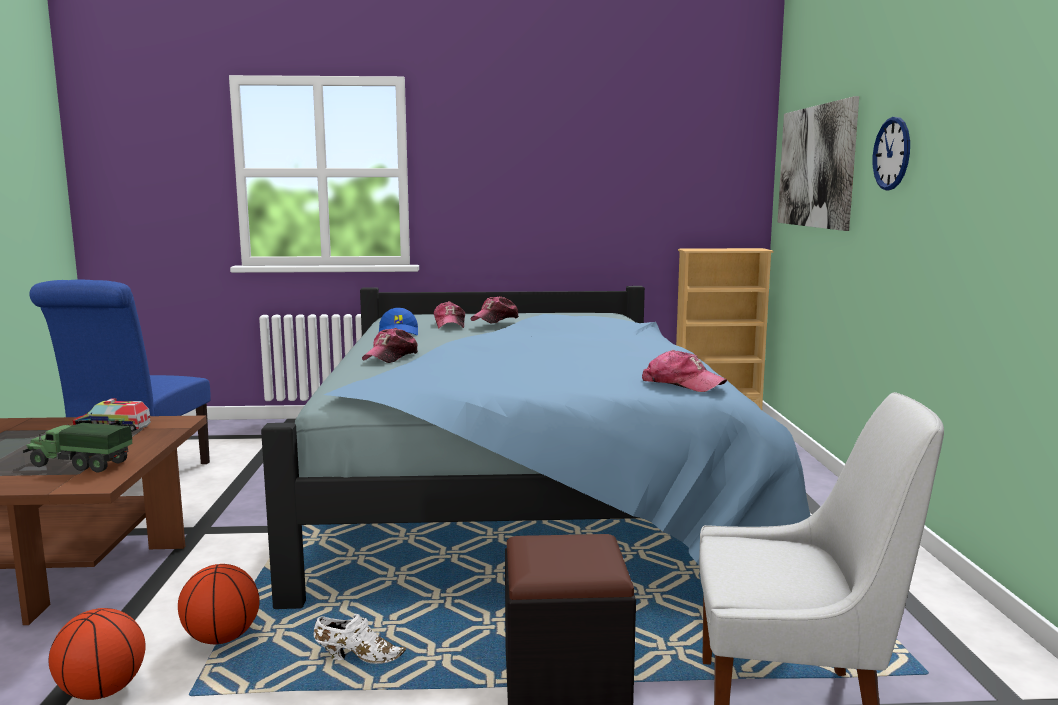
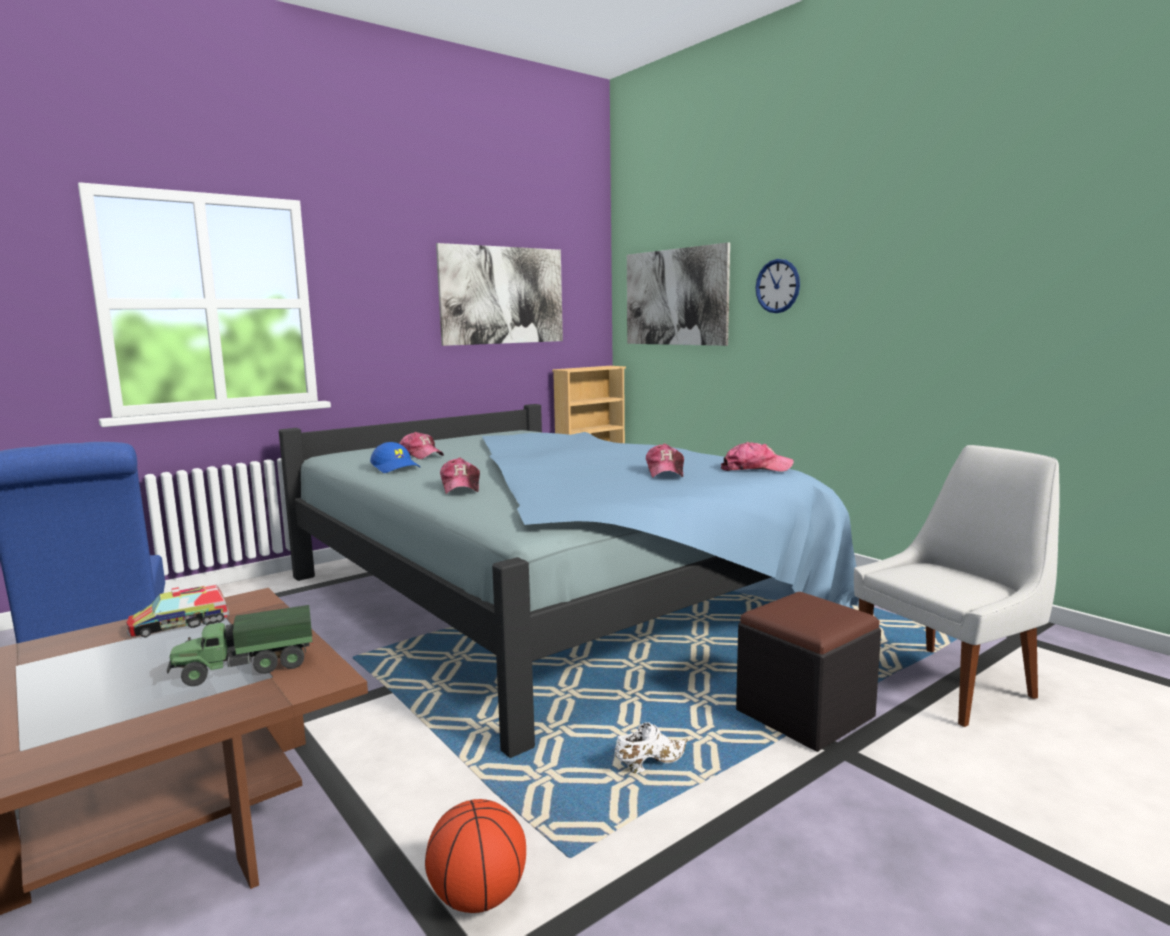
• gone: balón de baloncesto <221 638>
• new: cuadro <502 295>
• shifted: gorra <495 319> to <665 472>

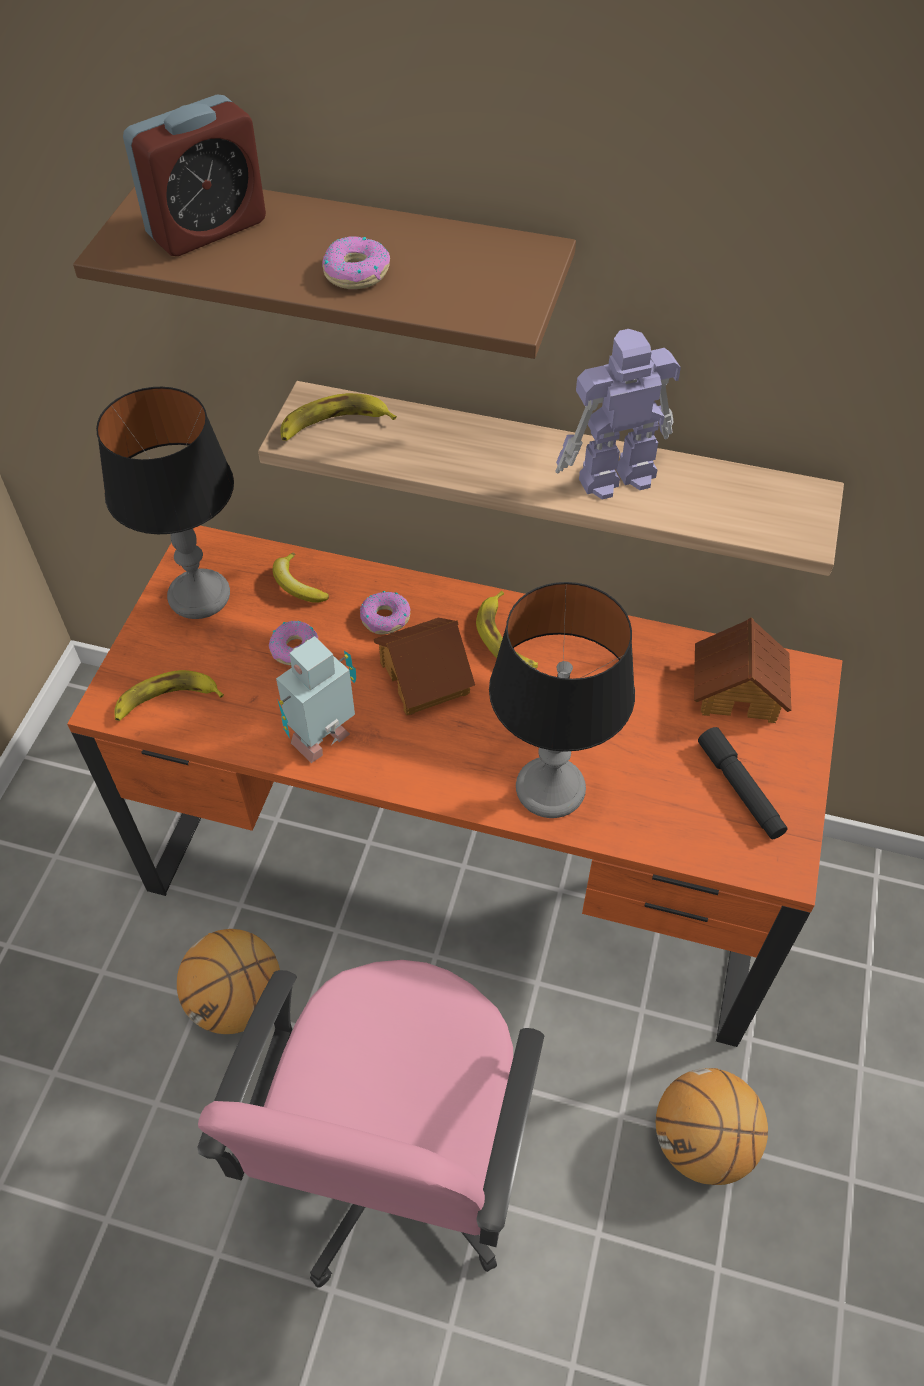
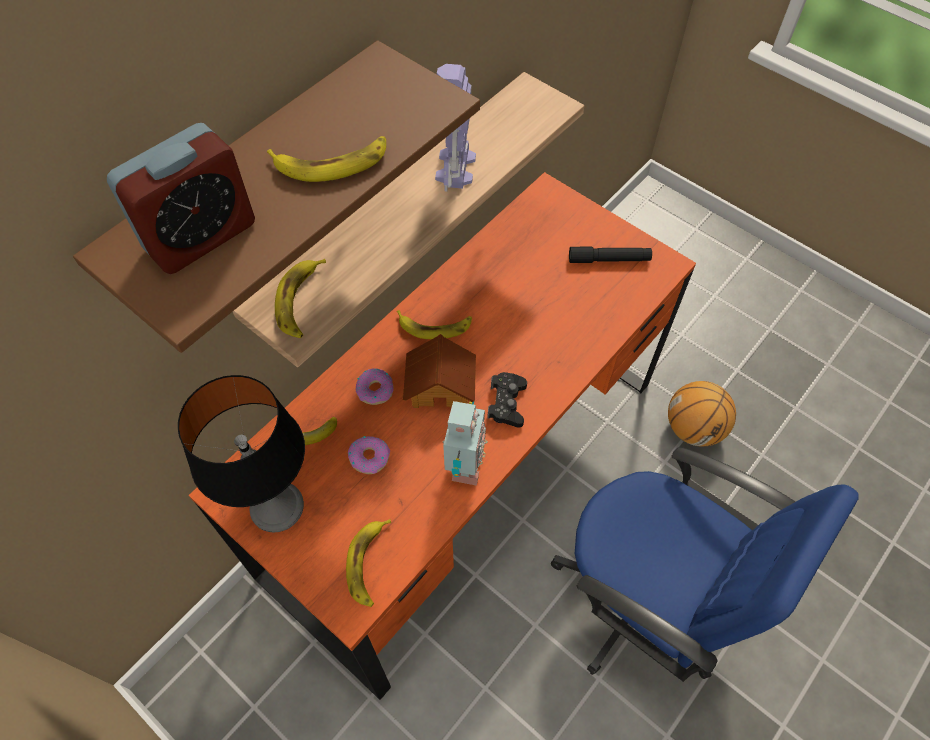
• gone: balón de baloncesto <237 1000>
• gone: lámpara de mesa <550 789>
• gone: casita <738 690>
• new: mando de consola/negro <507 403>
• swapped: rosquilla <356 272> to plátano <332 163>
• repainted: silla de oficina/rosa <394 1157> to silla de oficina/azul <644 599>
• rotated: despertador <207 228> = <201 236> 60 degrees clockwise
• rotated: robot de juguete <325 741> = <463 467> 150 degrees counterclockwise

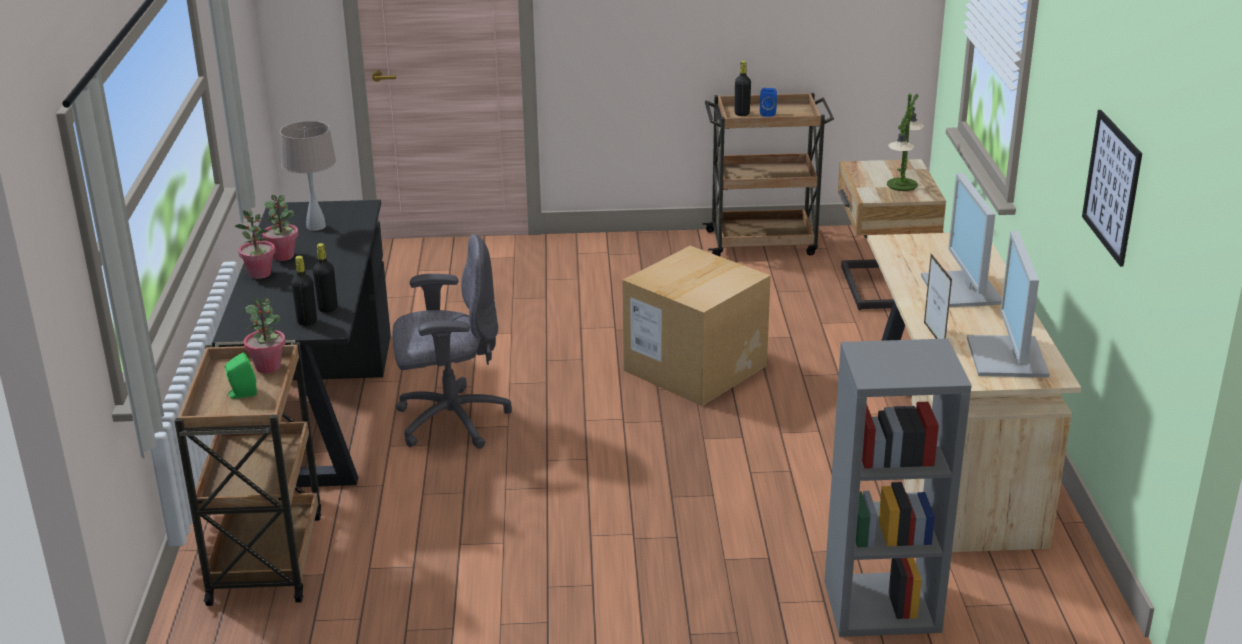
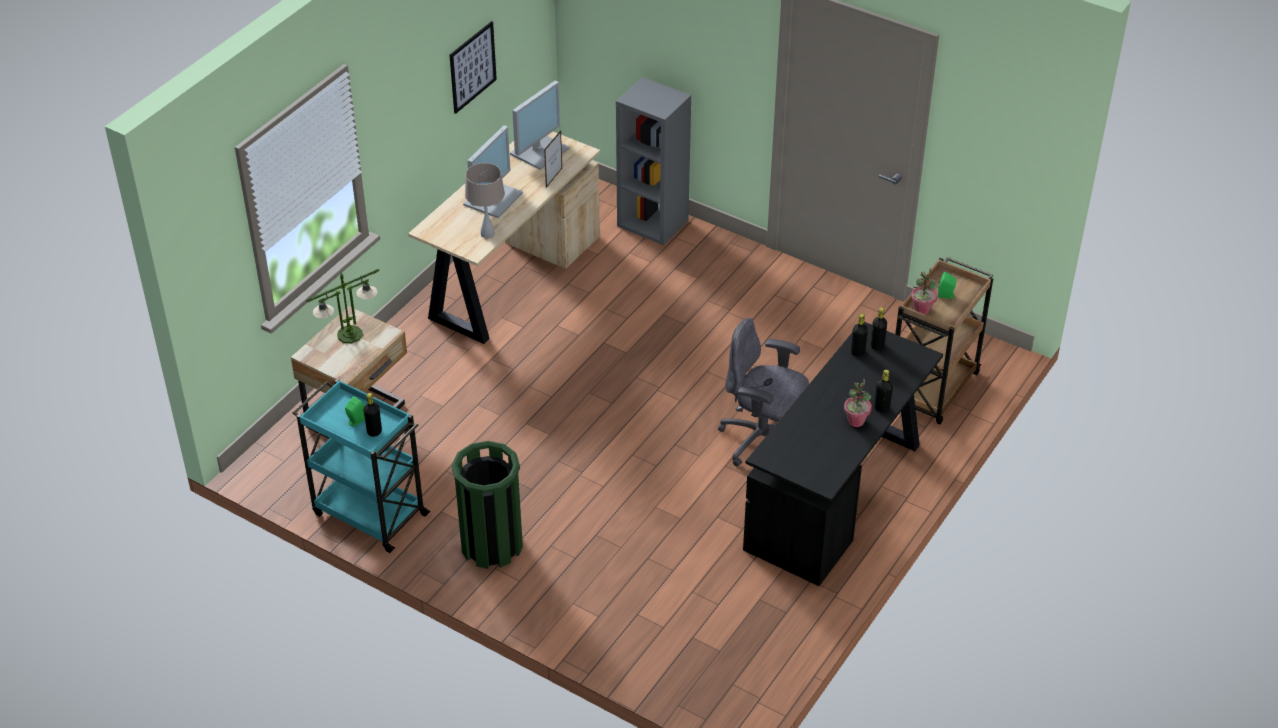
• gone: caja de cartón <695 368>
• new: papelera/verde <491 545>
• shifted: lámpara de mesa/beis <316 226> to <487 233>
• swapped: planta en maceta <260 274> to botella/negro <881 408>
• repainted: carrito/marrón <763 242> to carrito/turquesa <368 513>
• repainted: altavoz/azul <767 113> to altavoz/verde <356 421>

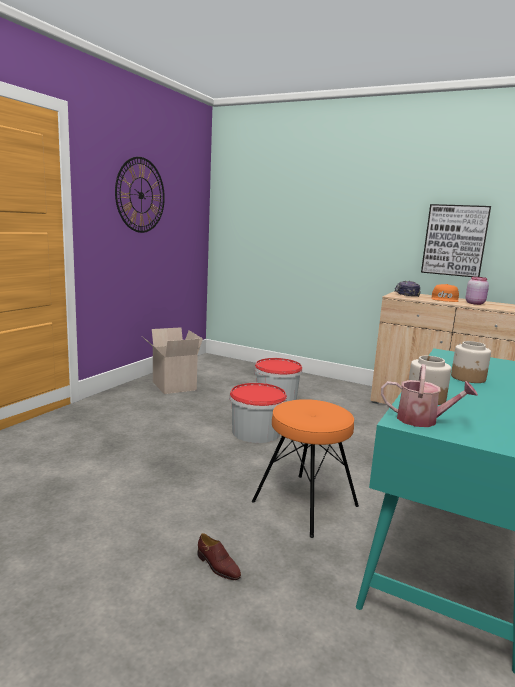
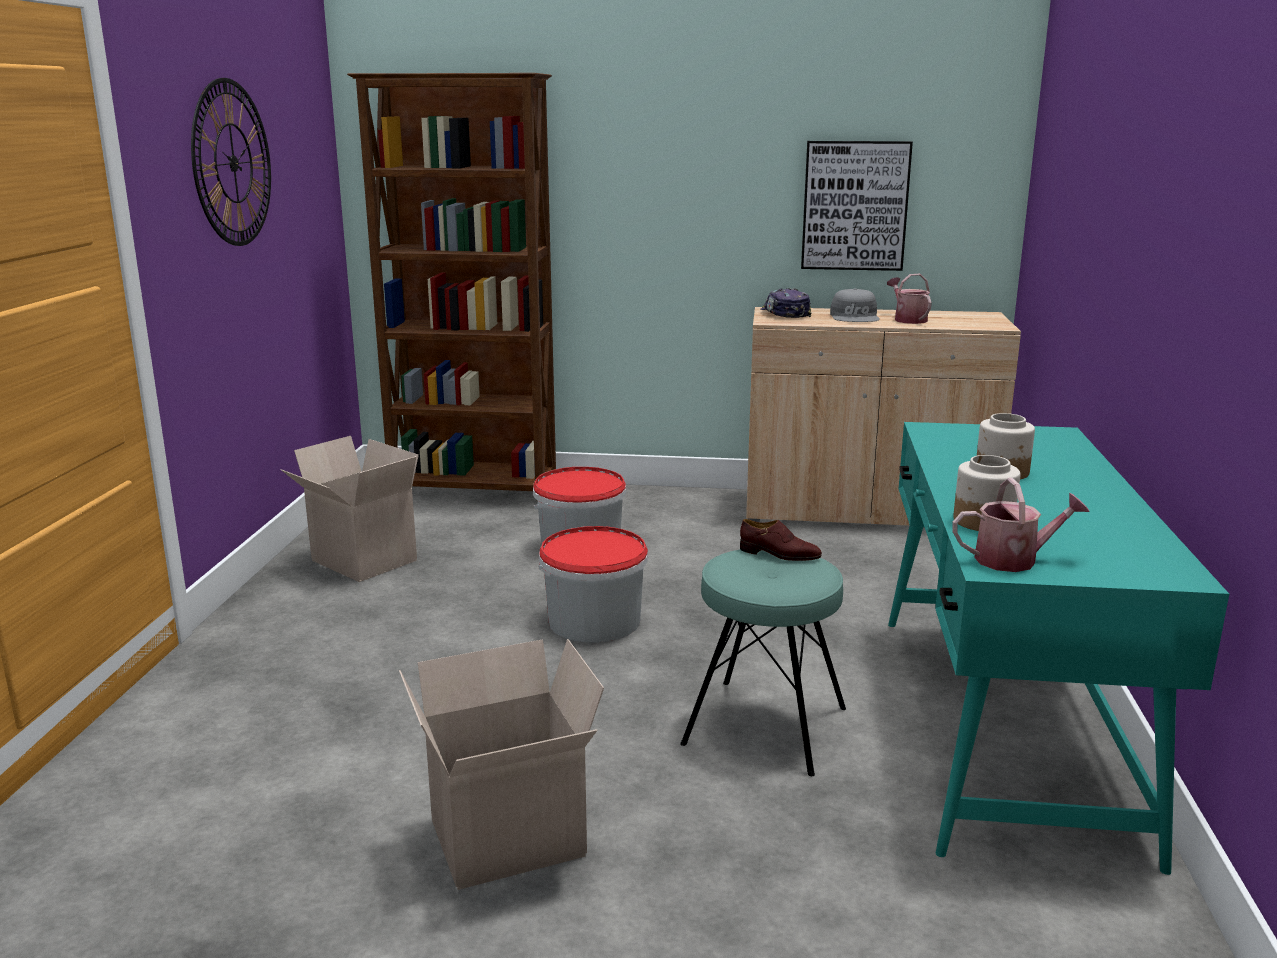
• new: estantería/marrón <475 491>
• new: caja de cartón <506 842>
• shifted: zapato/marrón <218 566> to <779 554>
• swapped: tarro/rosa <475 303> to regadera <908 319>
• repainted: taburete/naranja <305 504> to taburete/turquesa <766 726>
• repainted: gorra/naranja <445 299> to gorra/gris <855 317>

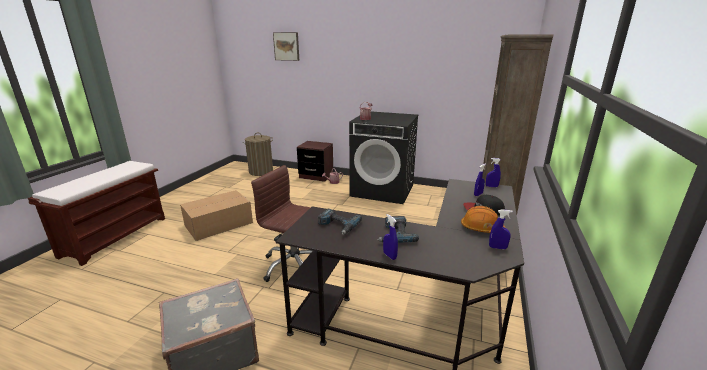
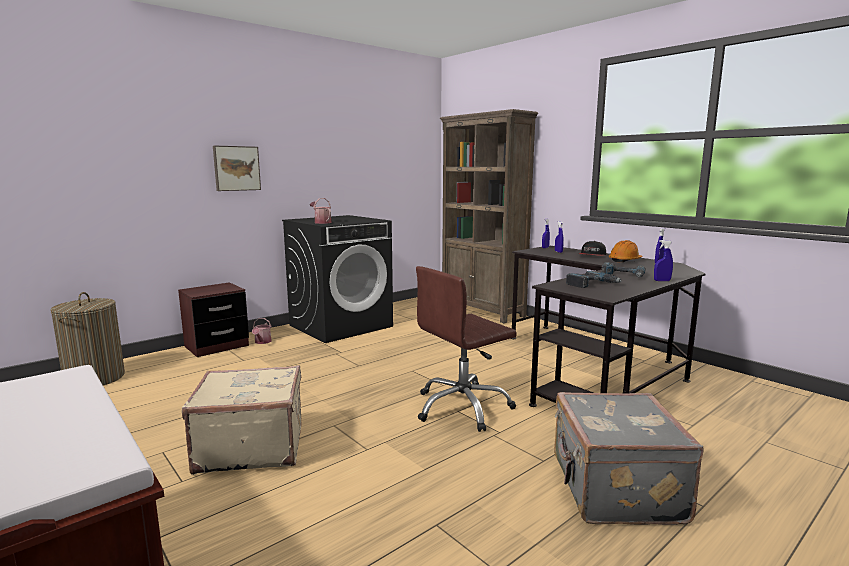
• shifted: cuadro <287 46> to <236 168>
• swapped: caja de cartón <218 224> to maleta/beis <251 447>

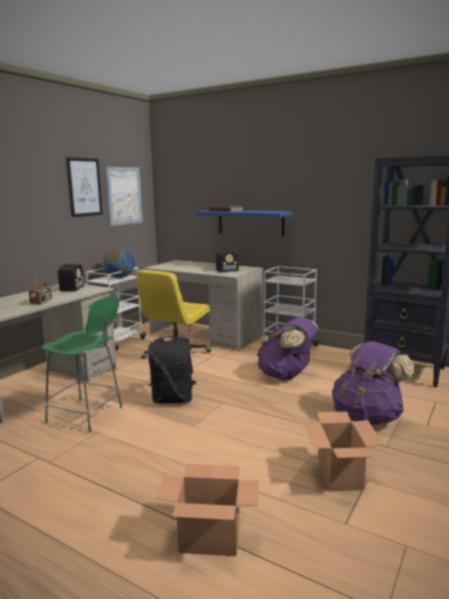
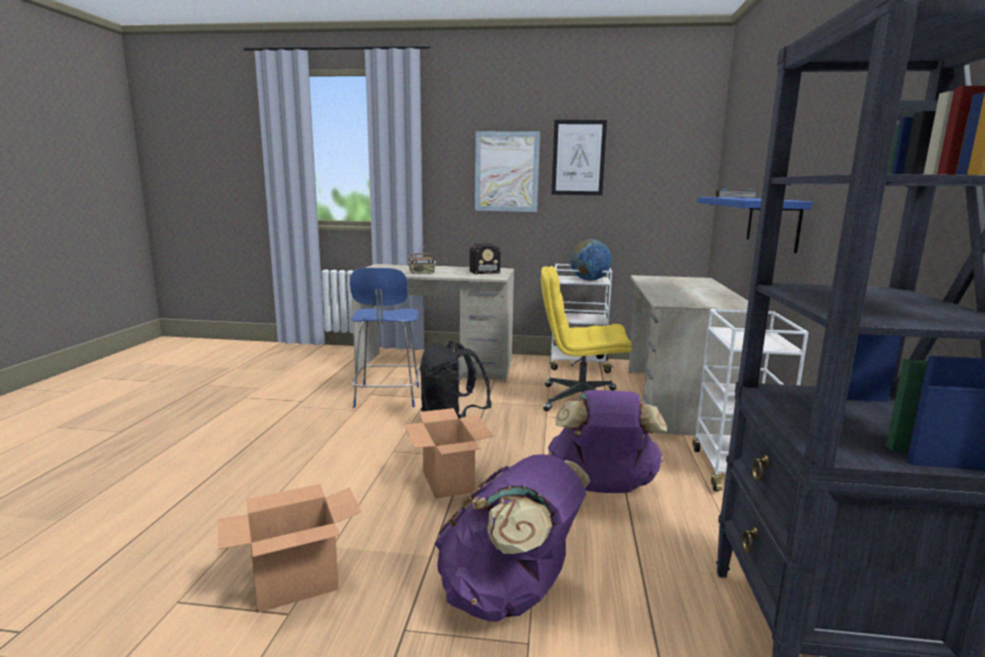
• gone: radio <219 271>
• shifted: cuadro <124 196> to <506 172>
• shifted: caja de cartón <210 539> to <448 482>
• repainted: taburete/verde <87 415> to taburete/azul <387 397>

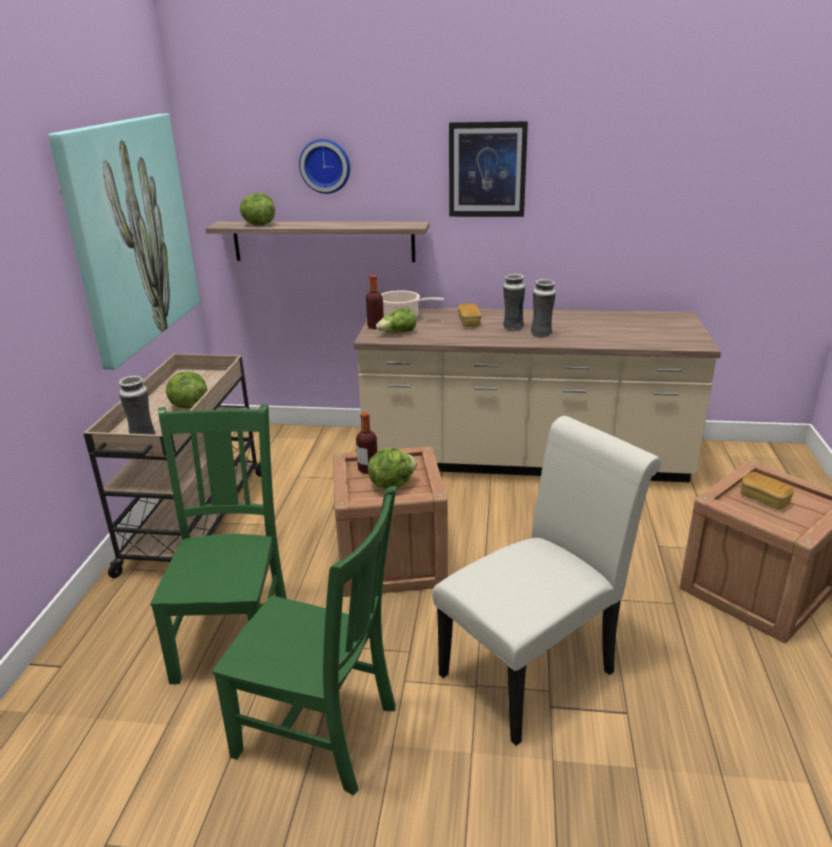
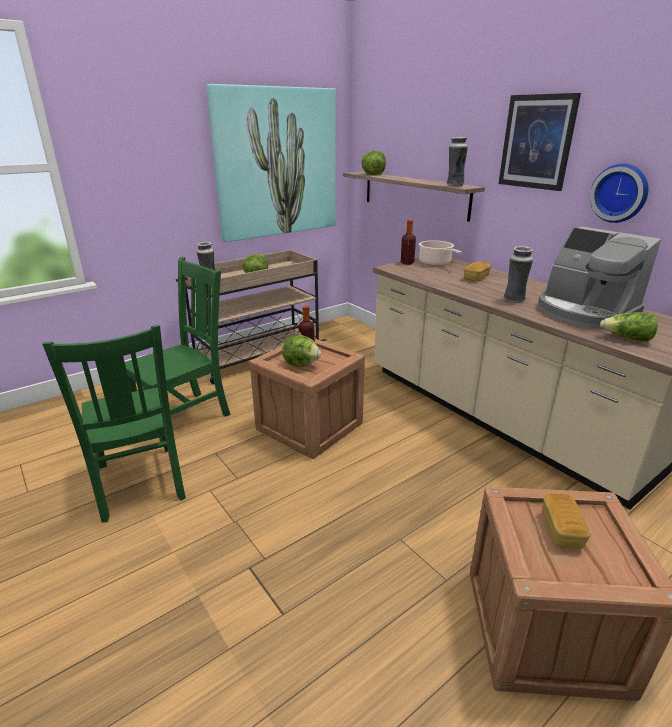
• gone: silla/blanco <535 668>
• new: cafetera <584 312>
• shifted: reloj de pared <325 165> to <620 193>
• shifted: lechuga <397 333> to <627 339>
• shifted: florero <512 328> to <454 185>

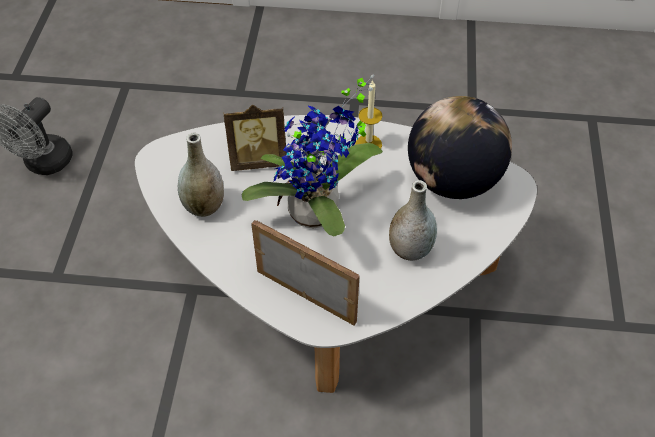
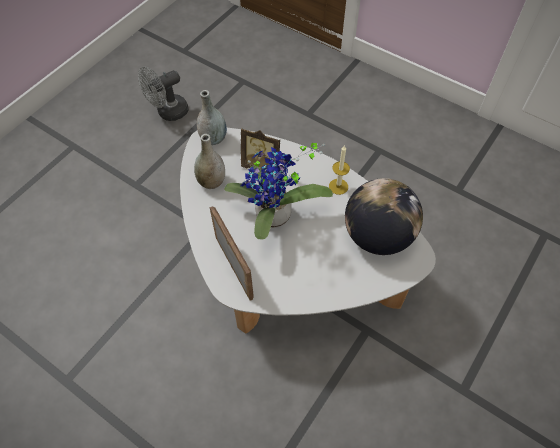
• shifted: florero/gris <410 249> to <213 139>

